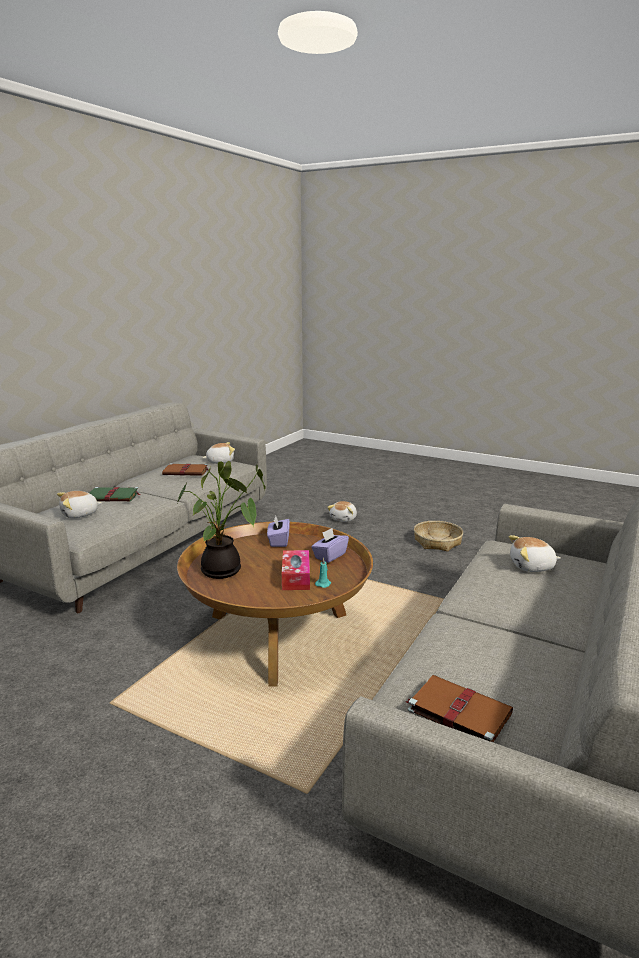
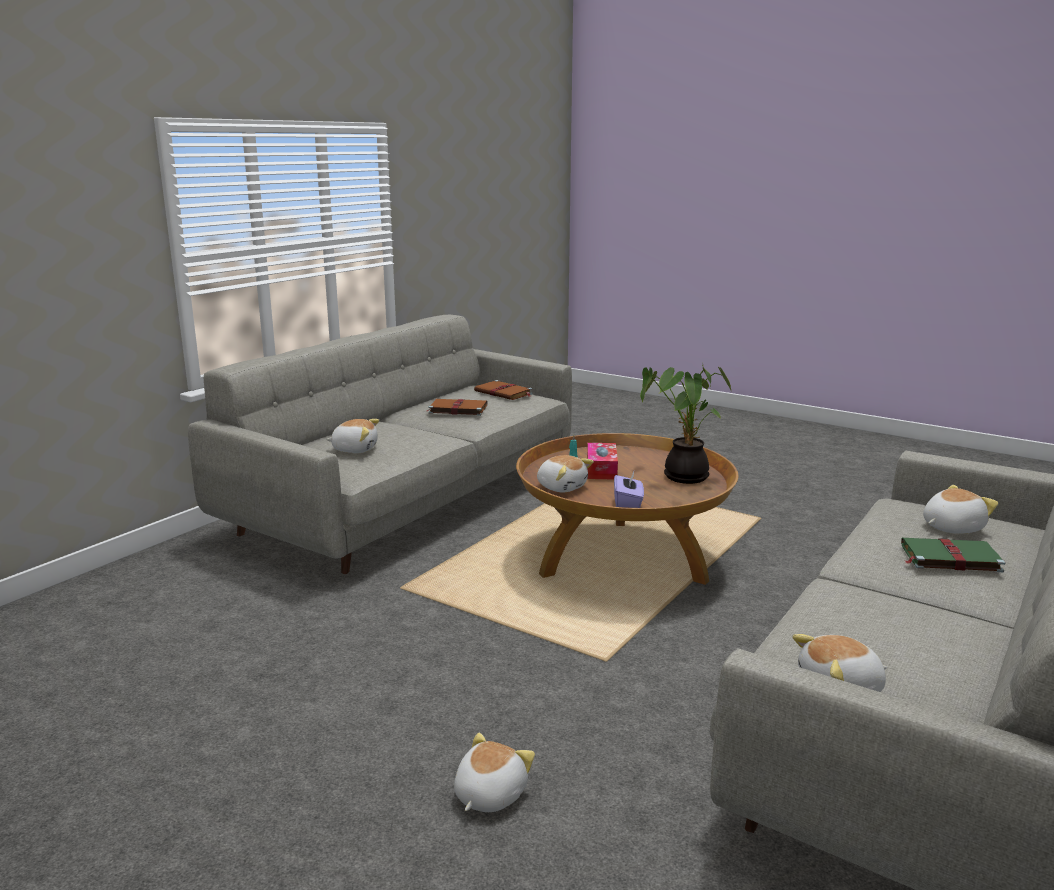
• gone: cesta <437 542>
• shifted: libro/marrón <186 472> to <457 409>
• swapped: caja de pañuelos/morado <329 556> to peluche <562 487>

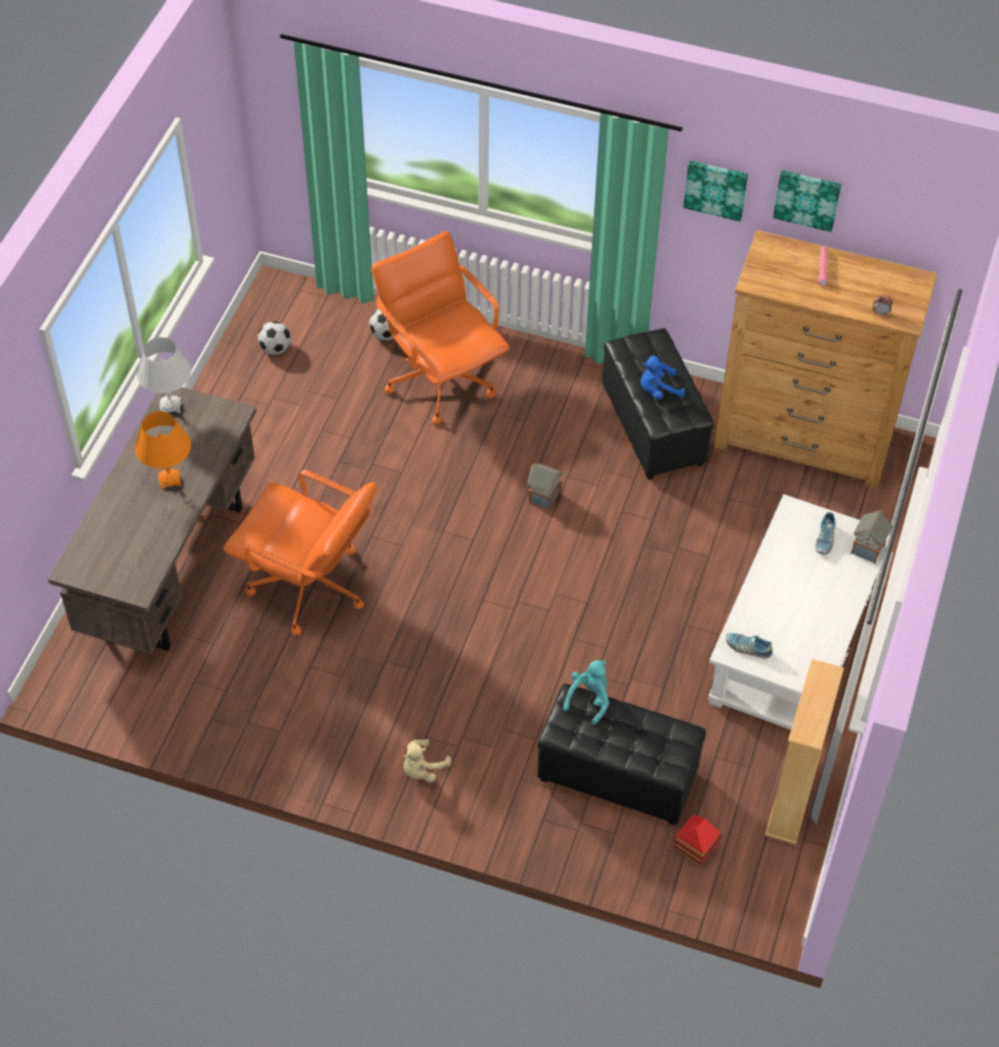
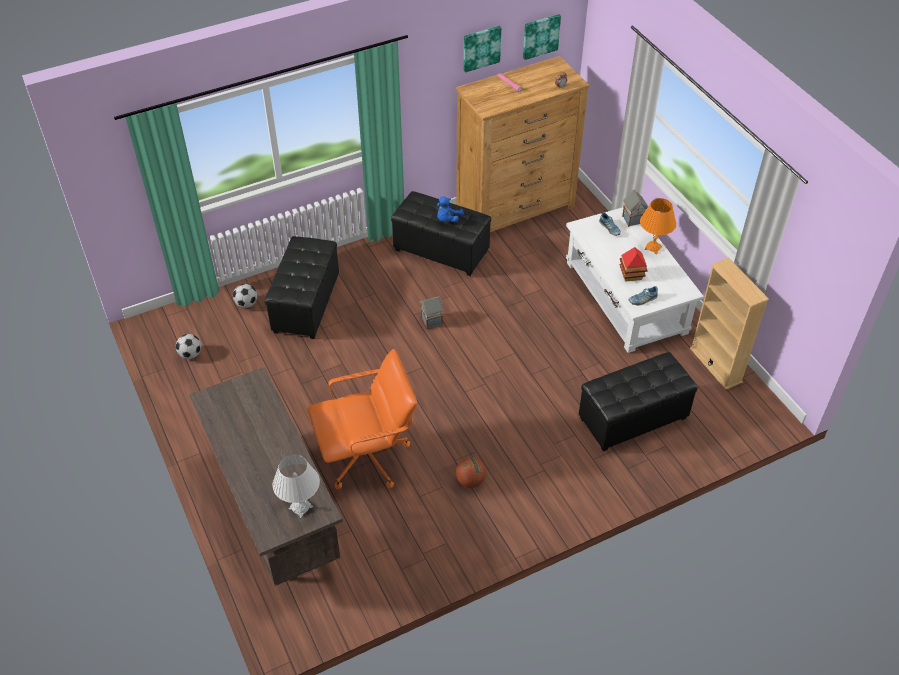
• gone: peluche/beis <422 769>
• gone: peluche/turquesa <589 699>
• new: balón de baloncesto <470 480>
• shifted: lámpara de mesa/naranja <169 479> to <653 248>
• shifted: lámpara de mesa/blanco <170 406> to <300 507>
• shifted: casita <695 849> to <631 275>
• shifted: cuadro <716 189> to <540 36>
• swapped: silla de oficina/naranja <441 380> to puf/negro <305 304>

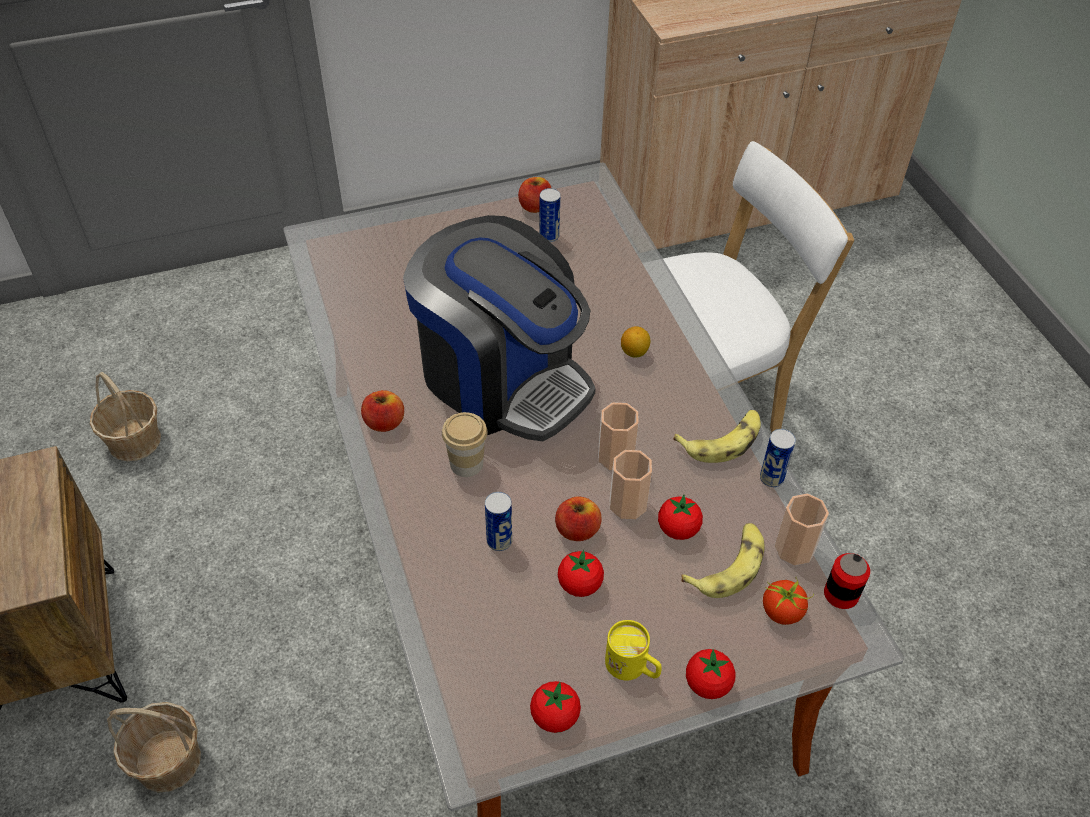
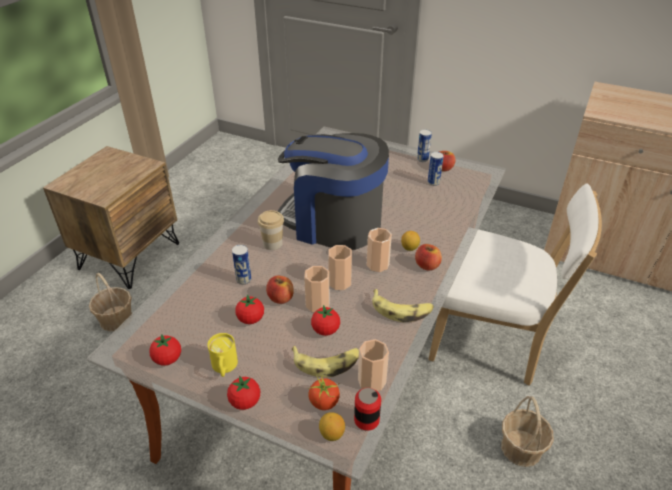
• new: limón <332 434>
• new: taza <378 264>
• shifted: cesta <134 440> to <521 448>
• shifted: manzana <384 422> to <427 265>
• shifted: lata <771 478> to <422 159>
• rotated: cafetera <502 379> = <333 223> 120 degrees clockwise

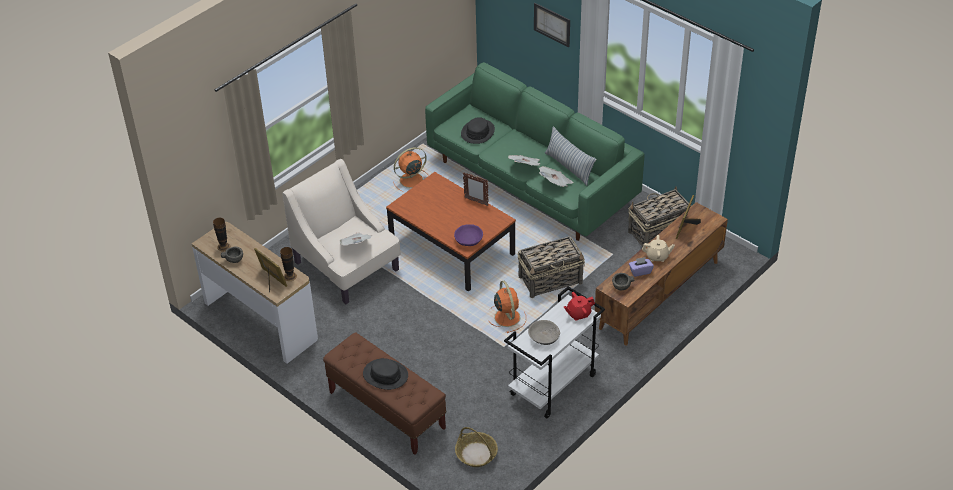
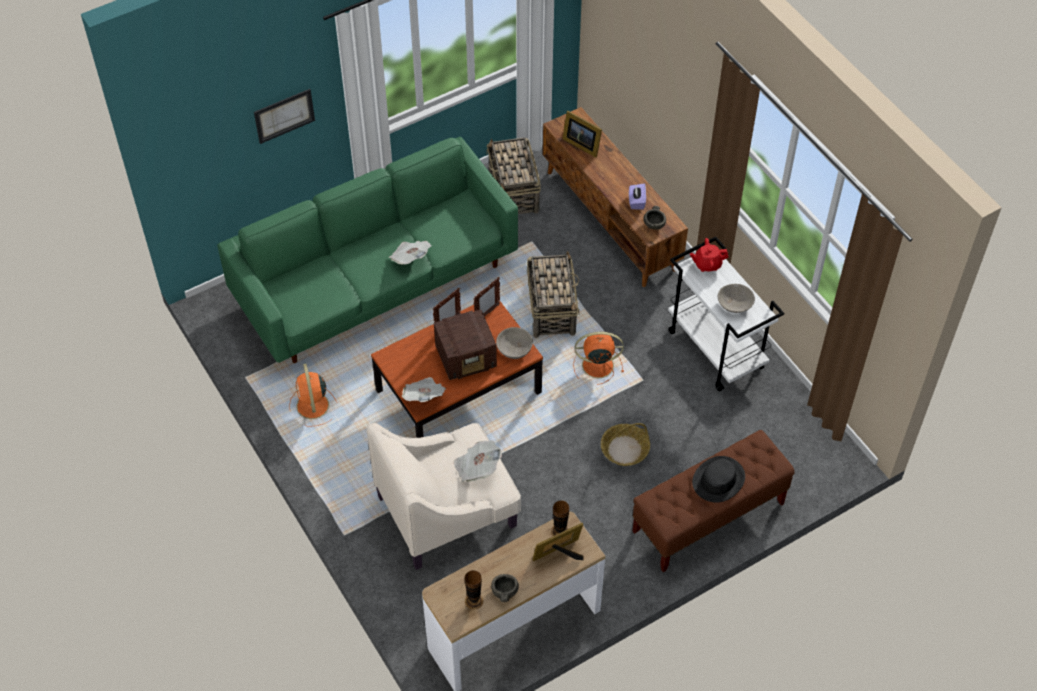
• gone: sombrero/negro <477 132>
• gone: cojín <569 167>
• gone: tetera/beis <657 256>
• new: radio <467 358>
• new: portarretratos <487 314>
• shifted: cesta <476 454> to <624 450>
• shifted: periódico <555 183> to <424 396>
• repainted: cuenco/morado <469 240> to cuenco/gris <514 348>
• rotated: tetera/rojo <578 314> = <707 264> 90 degrees clockwise

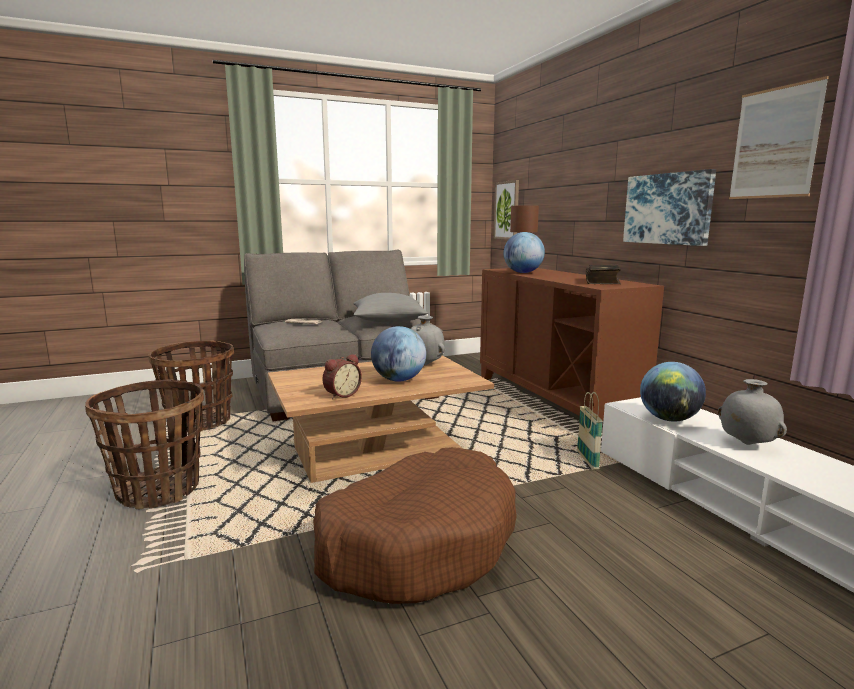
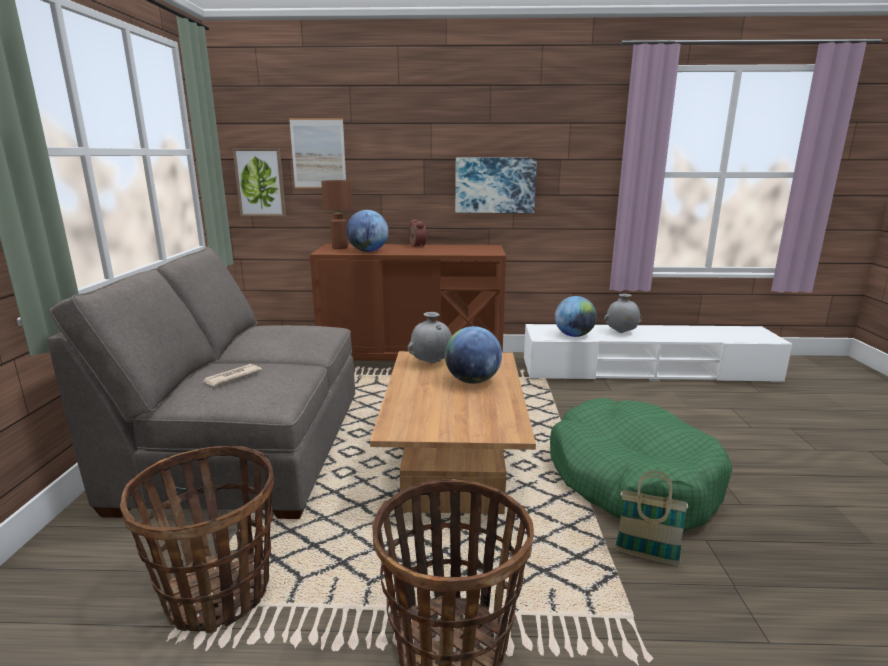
• gone: cojín/gris <388 321>
• gone: libro <603 281>
• shifted: despertador <341 394> to <416 246>
• shifted: cesta <587 461> to <646 556>
• shifted: cuadro <774 143> to <318 153>
• repainted: cama para perro/marrón <418 542> to cama para perro/verde <631 480>

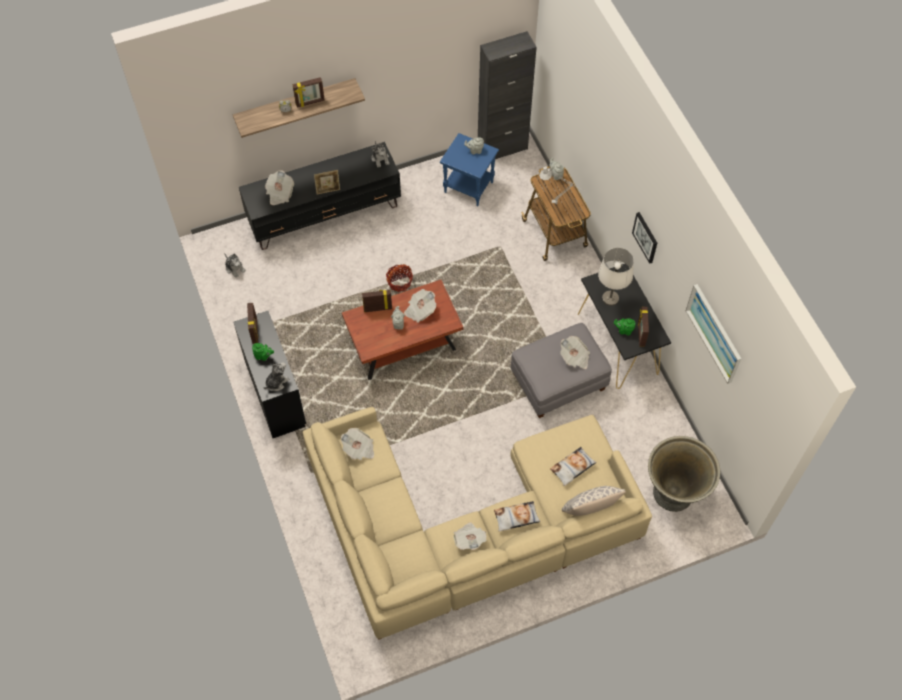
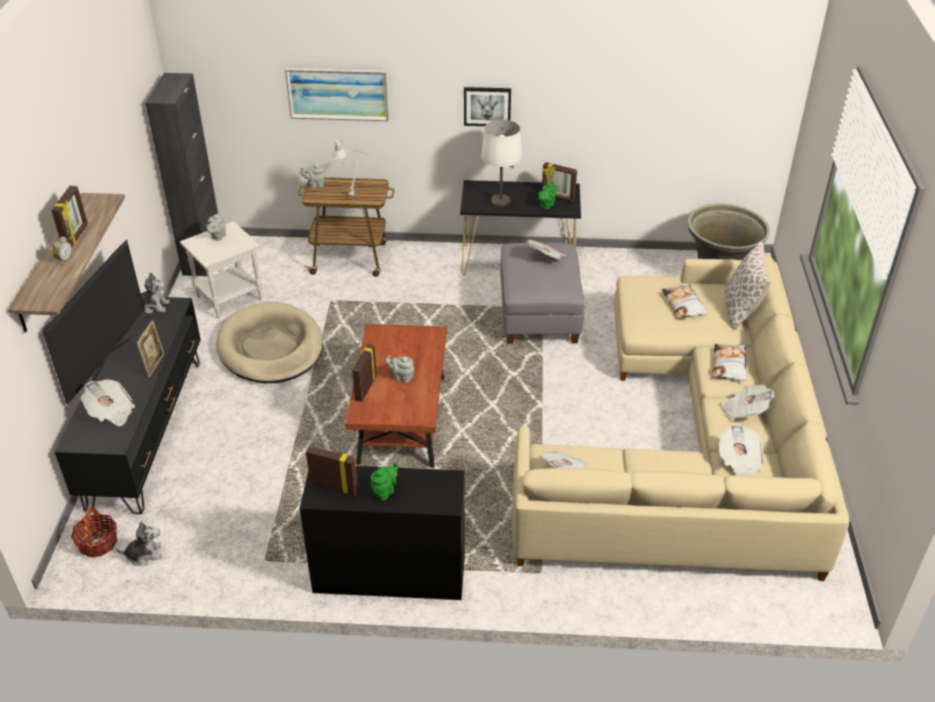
• gone: peluche <276 382>
• new: televisor <109 363>
• new: cama para perro/beis <271 348>
• shifted: cesta <399 282> to <98 543>
• shifted: periódico <420 310> to <739 461>
• shifted: cuadro <714 333> to <338 93>
• repainted: mesa auxiliar/azul <469 187> to mesa auxiliar/blanco <229 297>

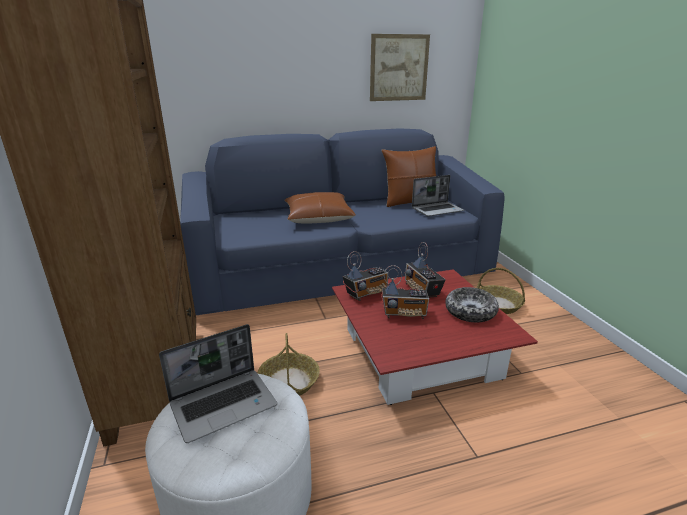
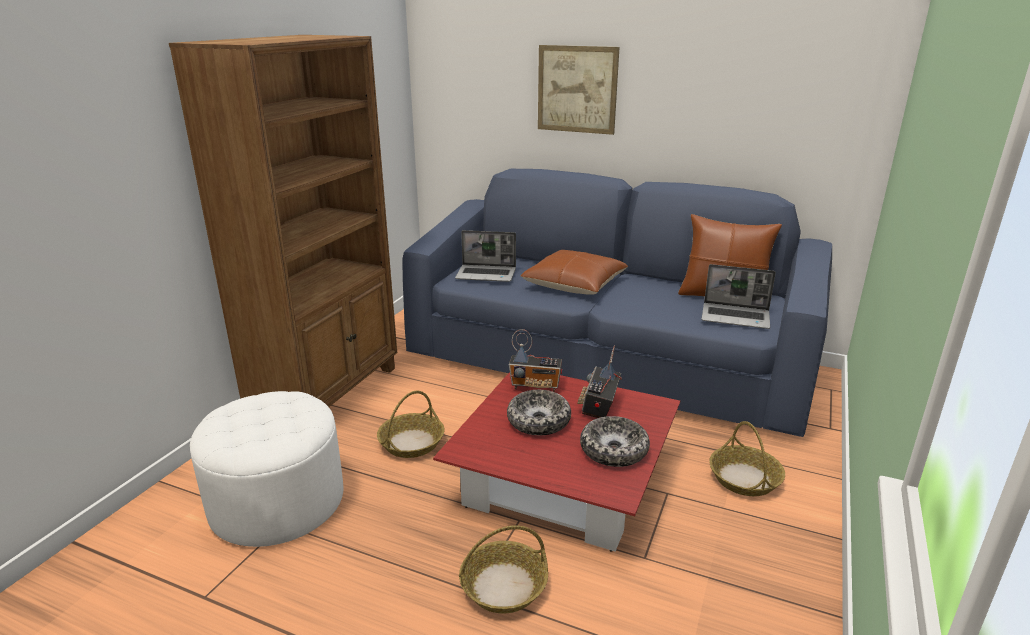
• new: cesta <503 586>
• shifted: portátil <224 404> to <487 274>
• shifted: cuadro <399 68> to <577 89>
• swapped: radio <404 314> to cuenco <539 421>

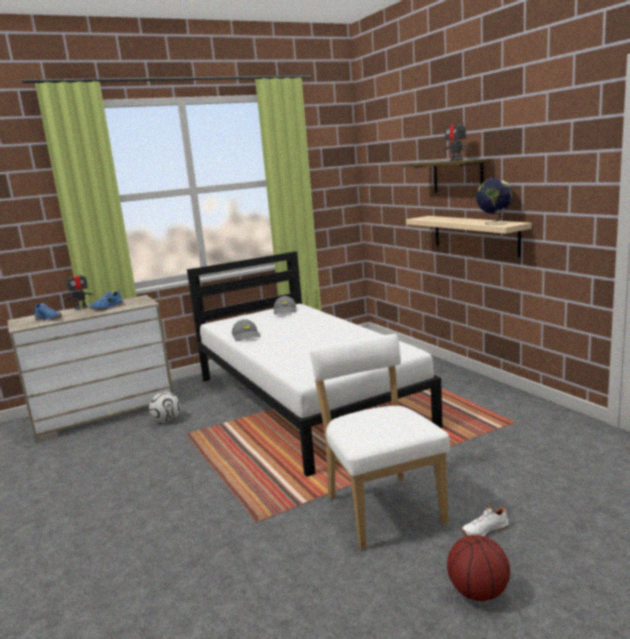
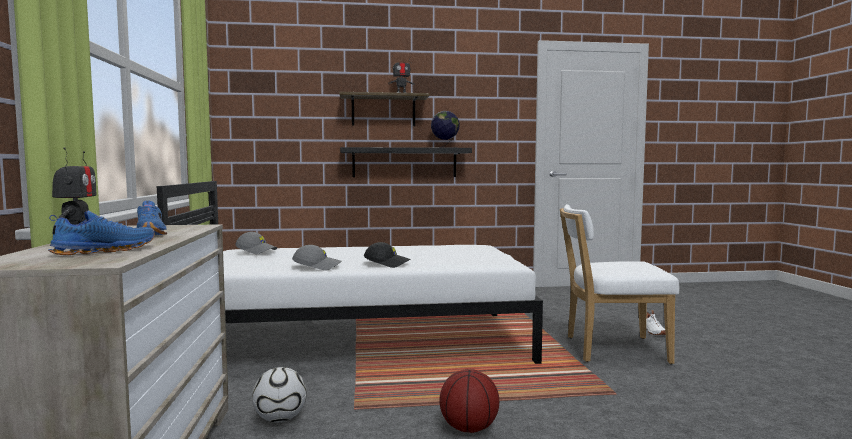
• new: gorra/negro <387 264>
• shifted: balón de baloncesto <477 592> to <468 429>
• repainted: estante/beis <475 235> to estante/negro <404 162>

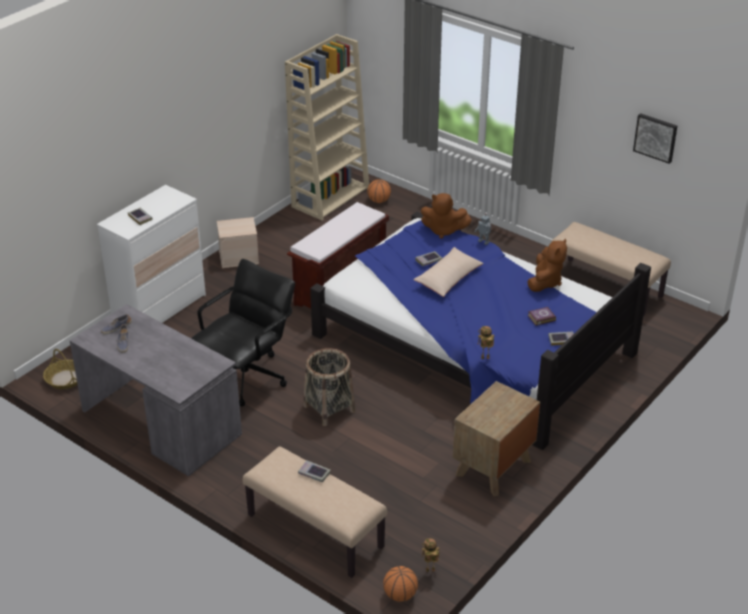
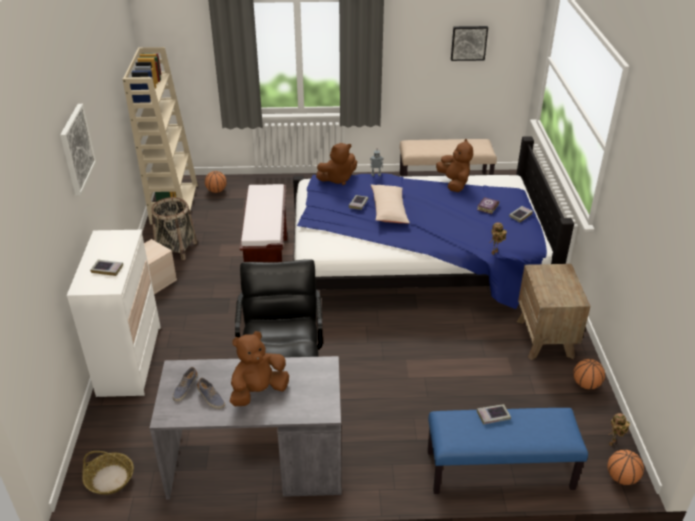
• new: cuadro <76 149>
• new: peluche/marrón <258 391>
• new: balón de baloncesto <586 384>
• shifted: cesta <329 408> to <176 248>
• repainted: banco/beis <314 531> to banco/azul <499 471>

